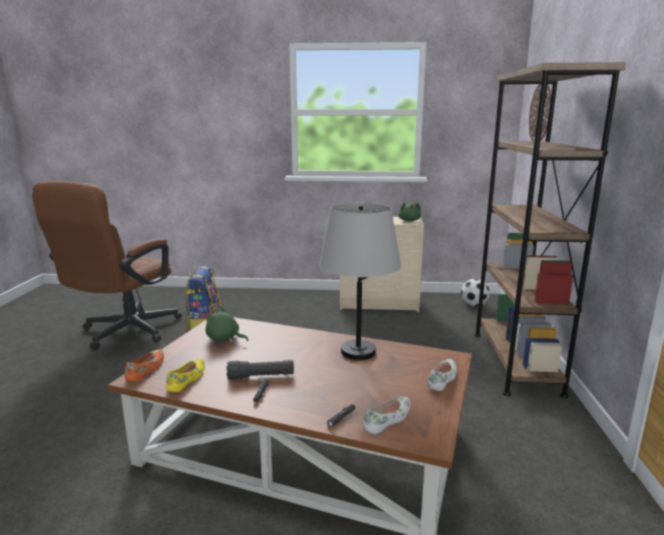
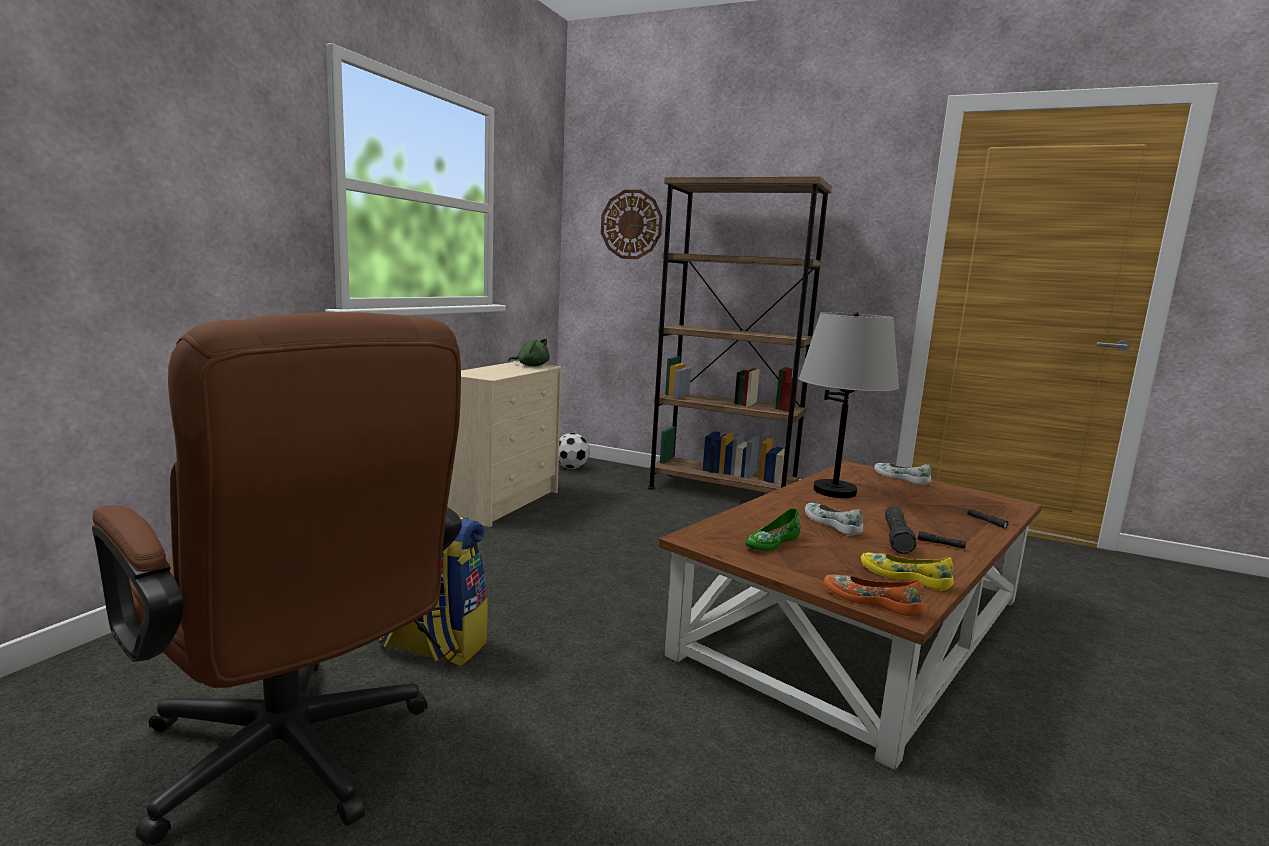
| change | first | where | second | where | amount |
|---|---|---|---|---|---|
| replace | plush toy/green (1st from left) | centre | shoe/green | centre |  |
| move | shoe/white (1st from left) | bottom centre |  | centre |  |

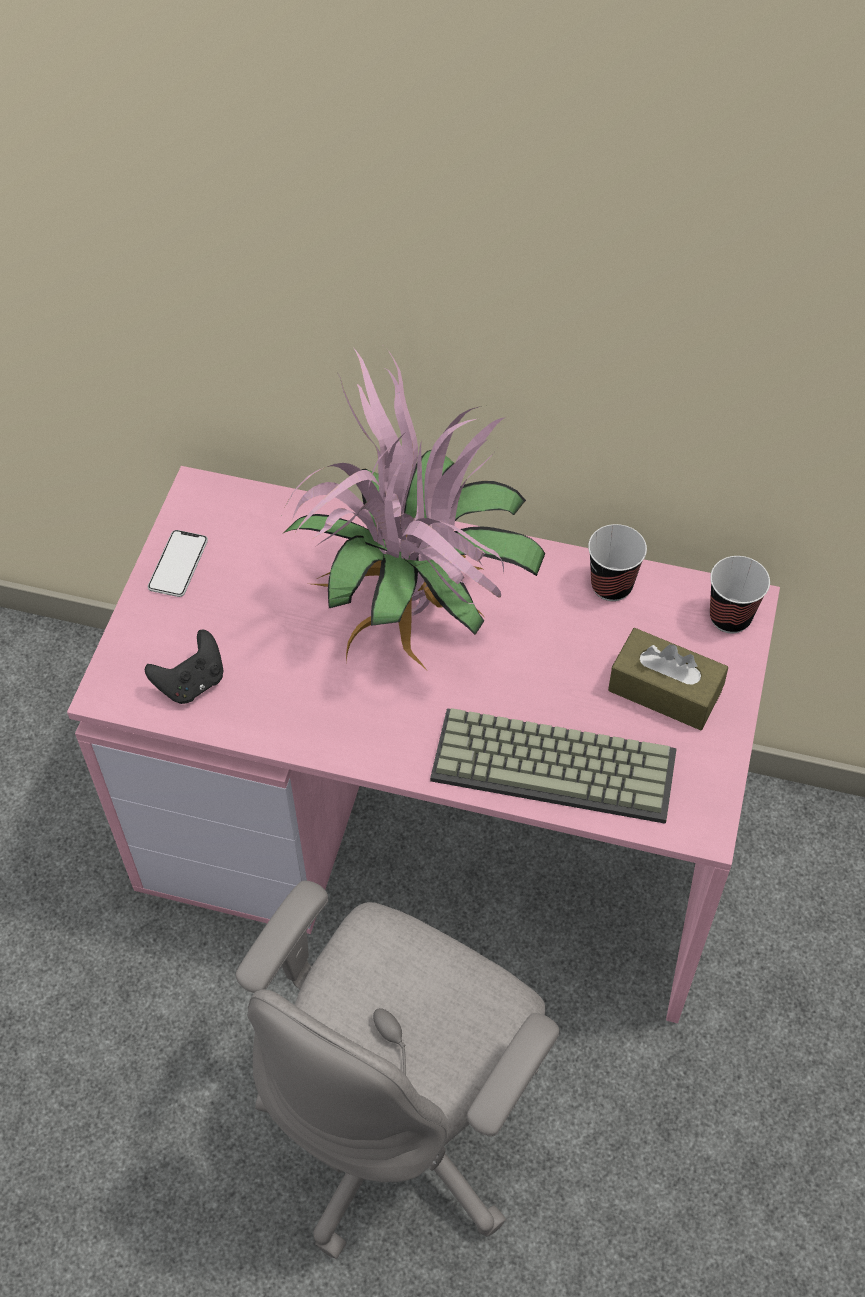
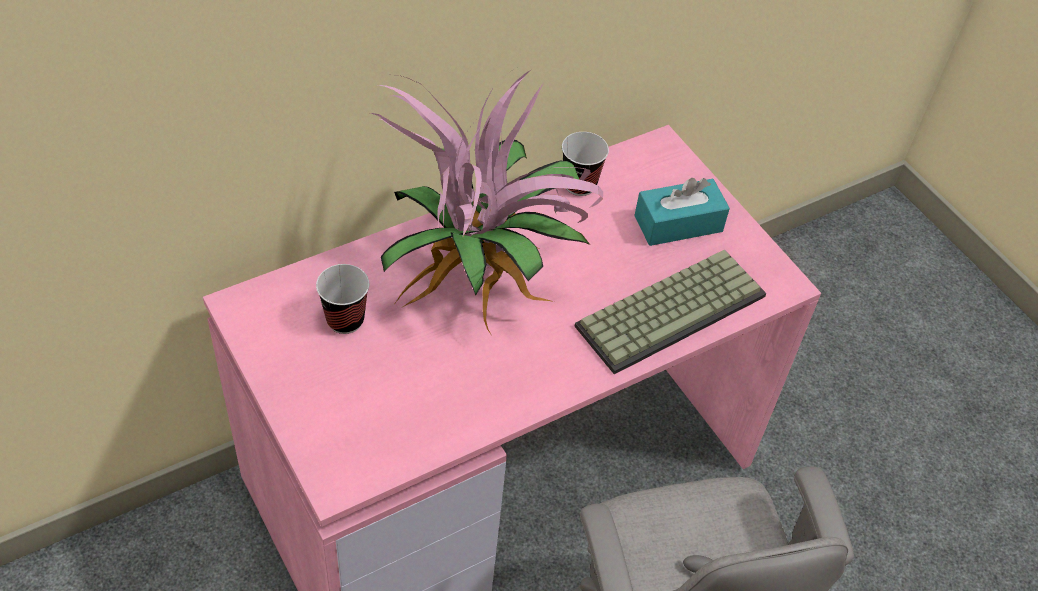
| change | first | where | second | where | amount |
|---|---|---|---|---|---|
| delete | phone | middle left |  |  |  |
| move | cup (2nd from left in the first image) | middle right | cup (1st from left) | middle left |  |
| recolor | tissue box/brown | middle right | tissue box/turquoise | centre |  |
| delete | game controller/black | middle left |  |  |  |

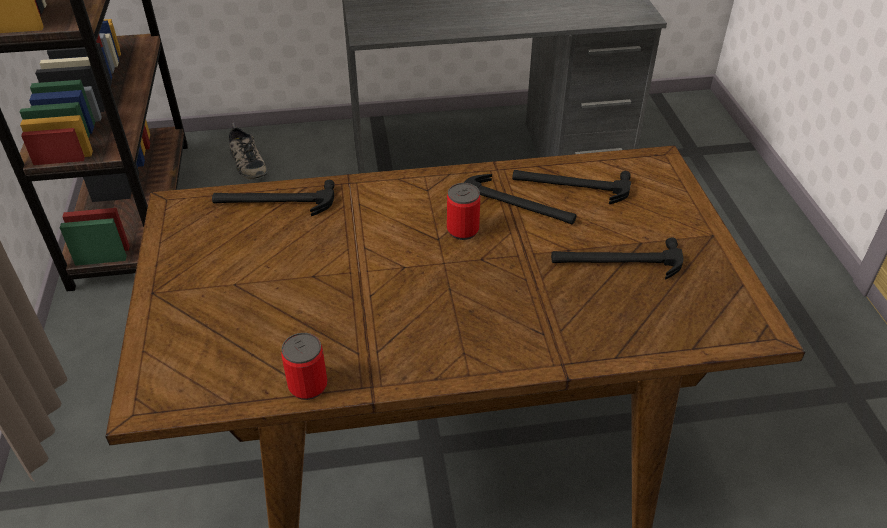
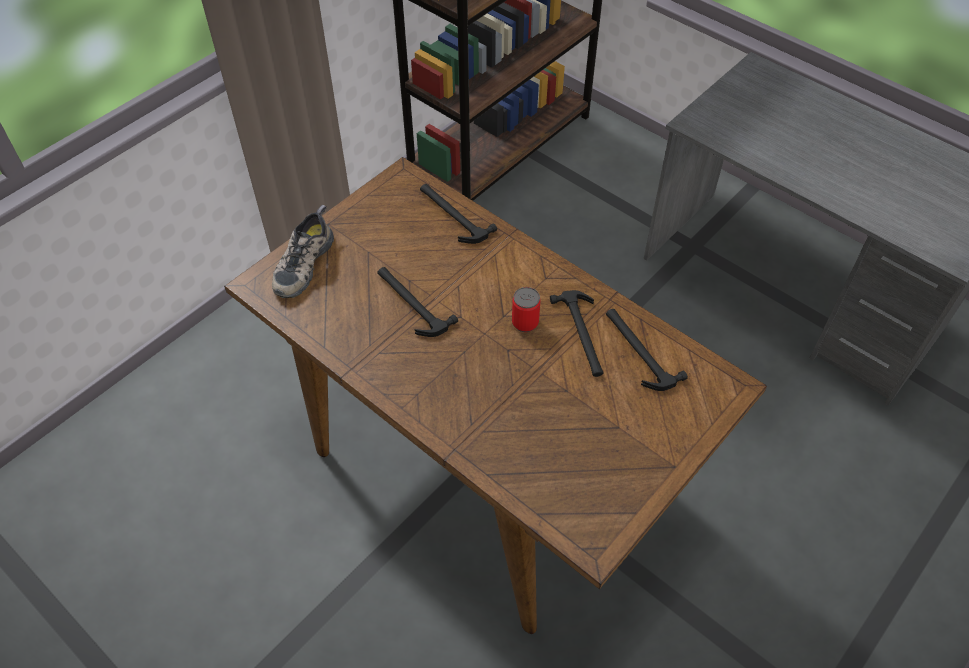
| change | first | where | second | where | amount |
|---|---|---|---|---|---|
| move | shoe | top left |  | middle left |  |
| move | hammer (4th from left in the first image) | middle right | hammer (1st from left) | centre |  |
| delete | can (1st from left) | bottom centre |  |  |  |

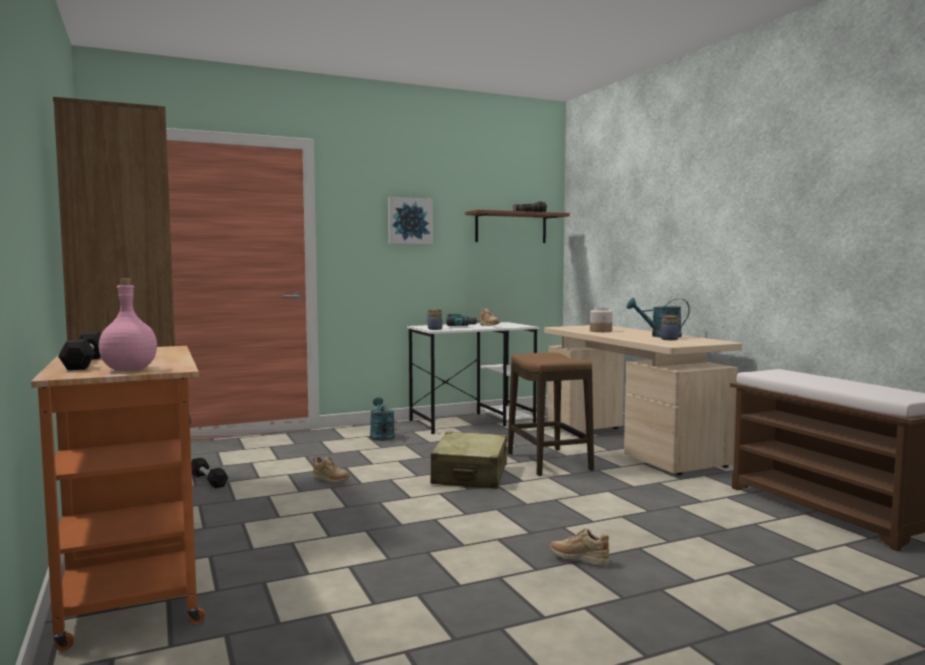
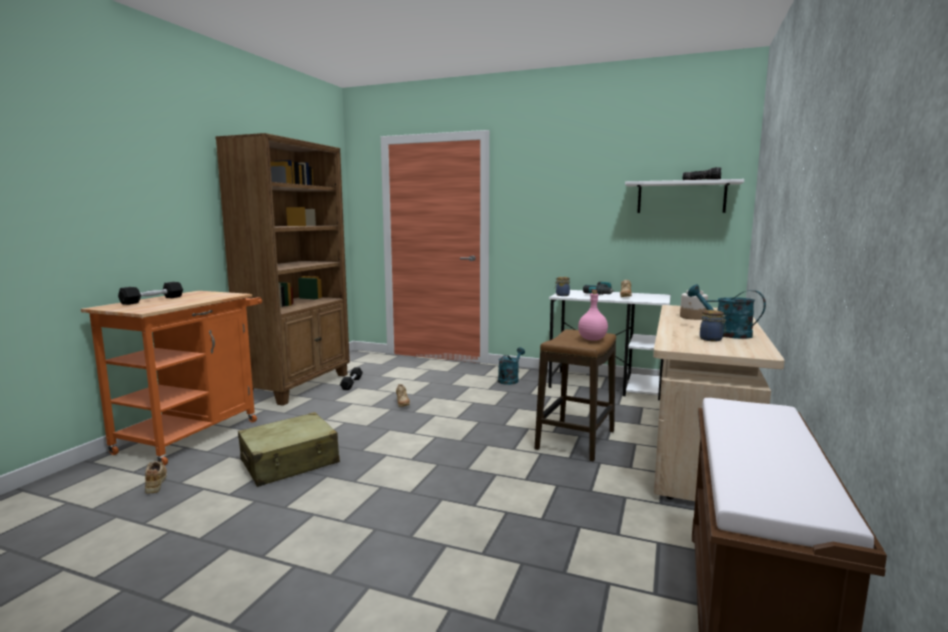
| change | first | where | second | where | amount |
|---|---|---|---|---|---|
| delete | picture | top centre |  |  |  |
| recolor | shelf/brown | centre | shelf/white | top right |  |
| move | bottle/pink | middle left |  | centre |  |
| move | suitcase/beige | bottom centre |  | bottom left |  |
| move | shoe/beige (3rd from left in the first image) | bottom centre | shoe/beige (1st from left) | bottom left |  |

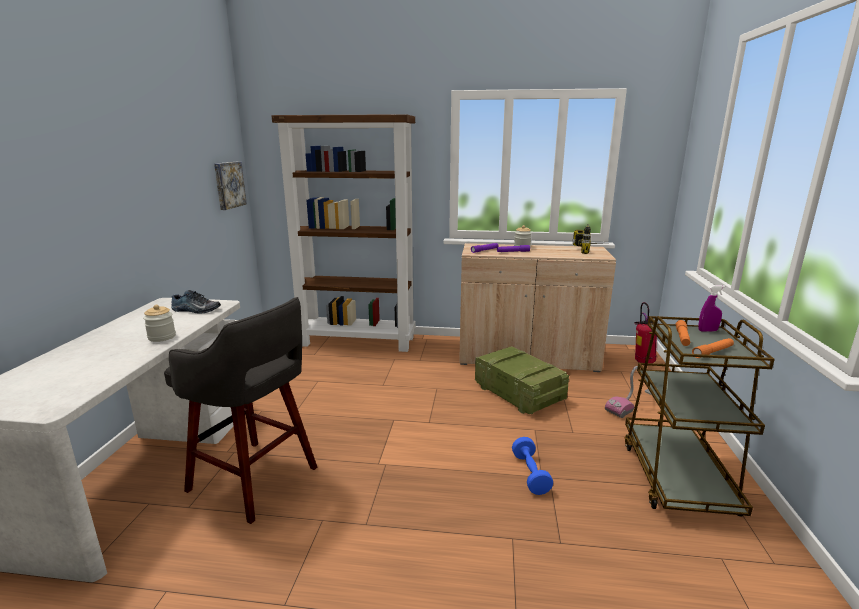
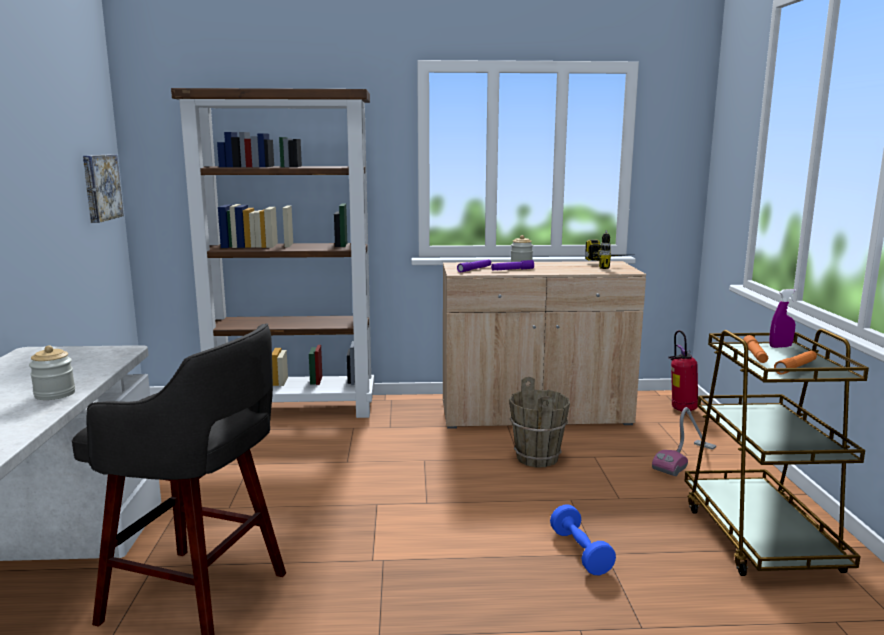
| change | first | where | second | where | amount |
|---|---|---|---|---|---|
| delete | shoe | middle left |  |  |  |
| replace | crate | centre | bucket/brown | centre |  |

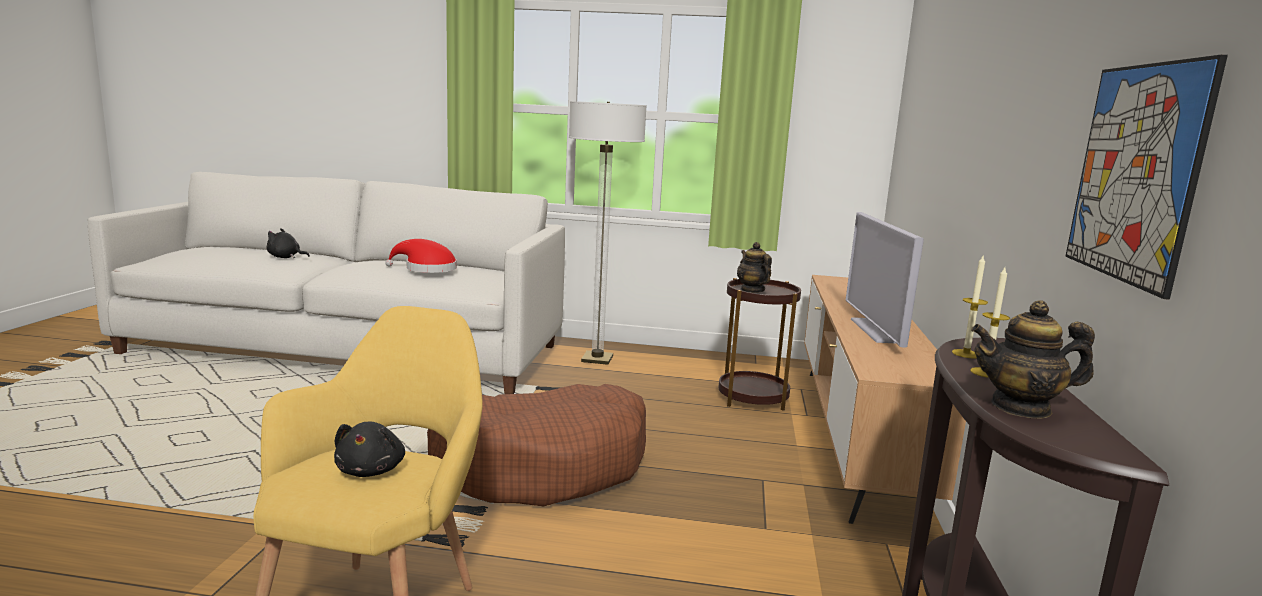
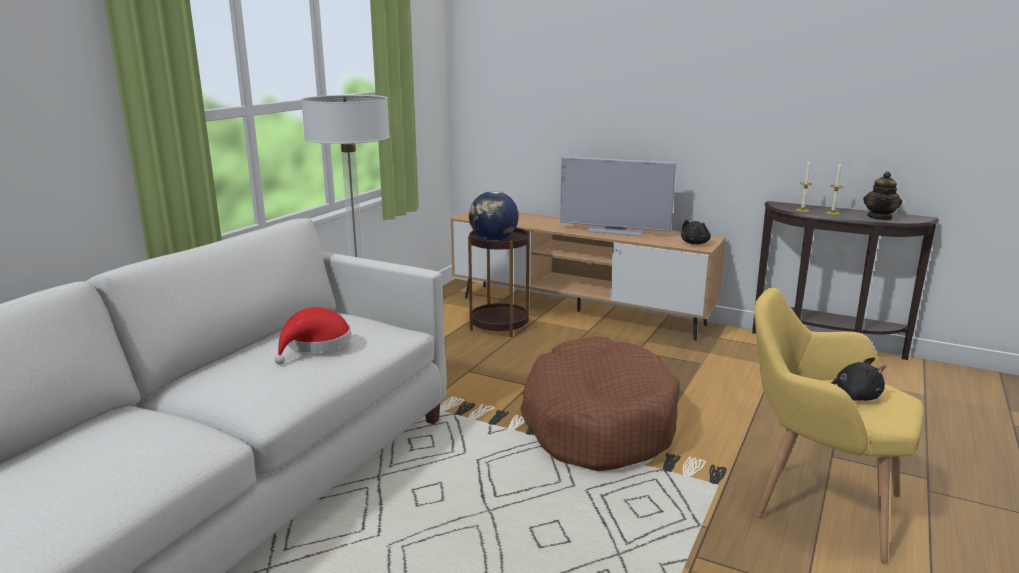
| change | first | where | second | where | amount |
|---|---|---|---|---|---|
| delete | picture | top right |  |  |  |
| move | plush toy/black (1st from left) | middle left |  | middle right |  |
| replace | teapot (1st from left) | centre | globe | centre |  |

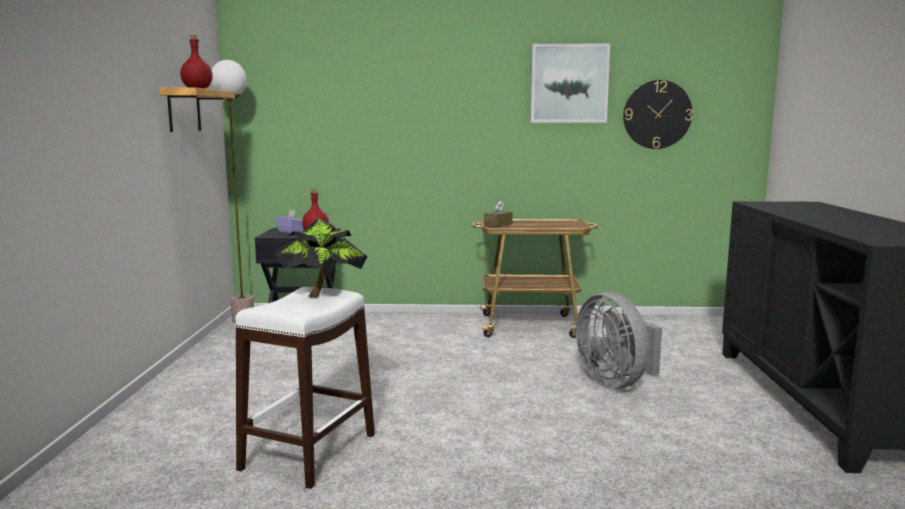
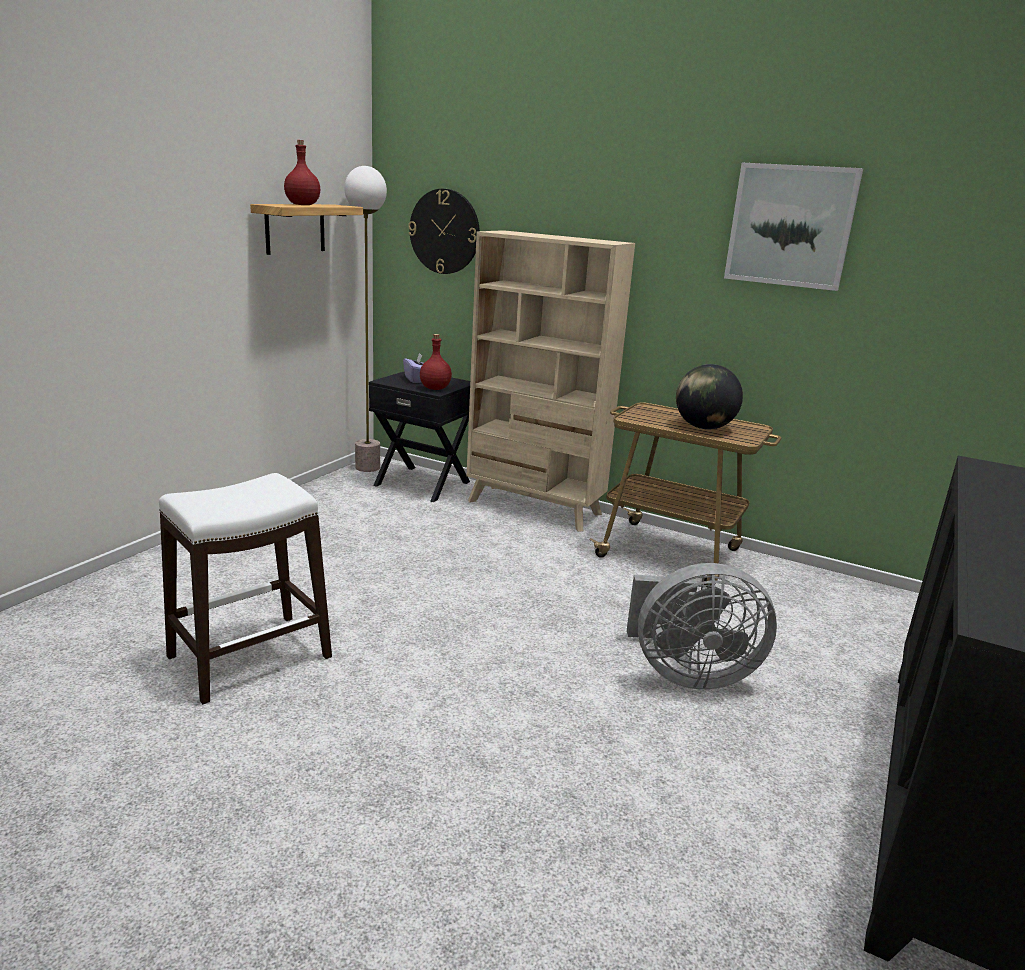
| change | first | where | second | where | amount |
|---|---|---|---|---|---|
| move | wall clock | top right |  | top centre |  |
| delete | tissue box/brown | centre |  |  |  |
| delete | potted plant | centre |  |  |  |
| rotate | fan/grey | bottom right |  | middle right | 90 degrees counterclockwise |
| insert |  |  | bookcase/beige | centre |  |
| insert |  |  | globe | middle right |  |

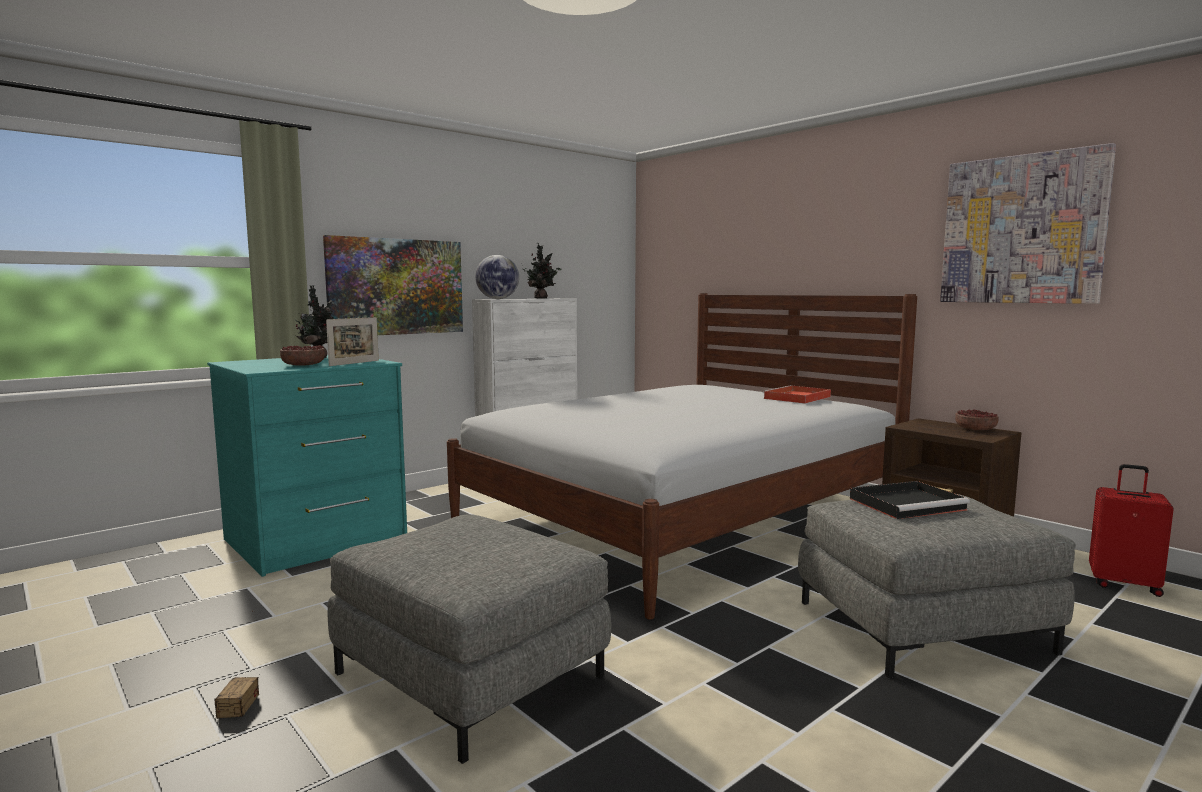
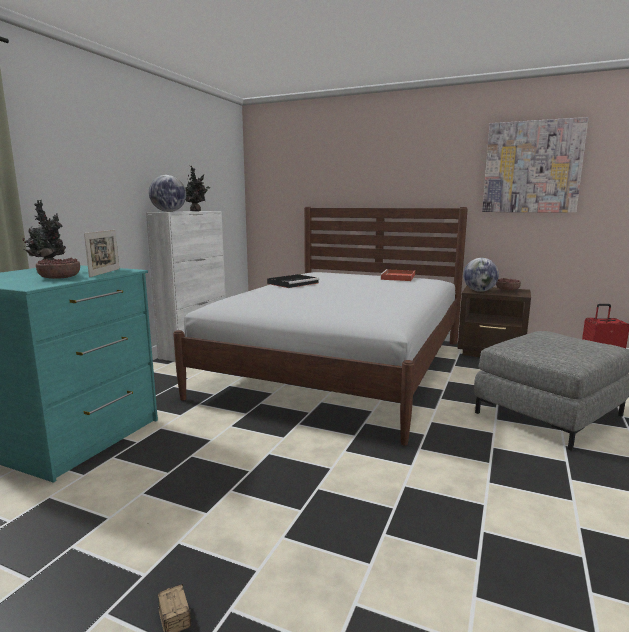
| change | first | where | second | where | amount |
|---|---|---|---|---|---|
| delete | picture (1st from left) | middle left |  |  |  |
| move | tray/black | middle right |  | centre |  |
| delete | ottoman/grey (1st from left) | bottom centre |  |  |  |
| insert |  |  | globe (2nd from left) | middle right |  |

